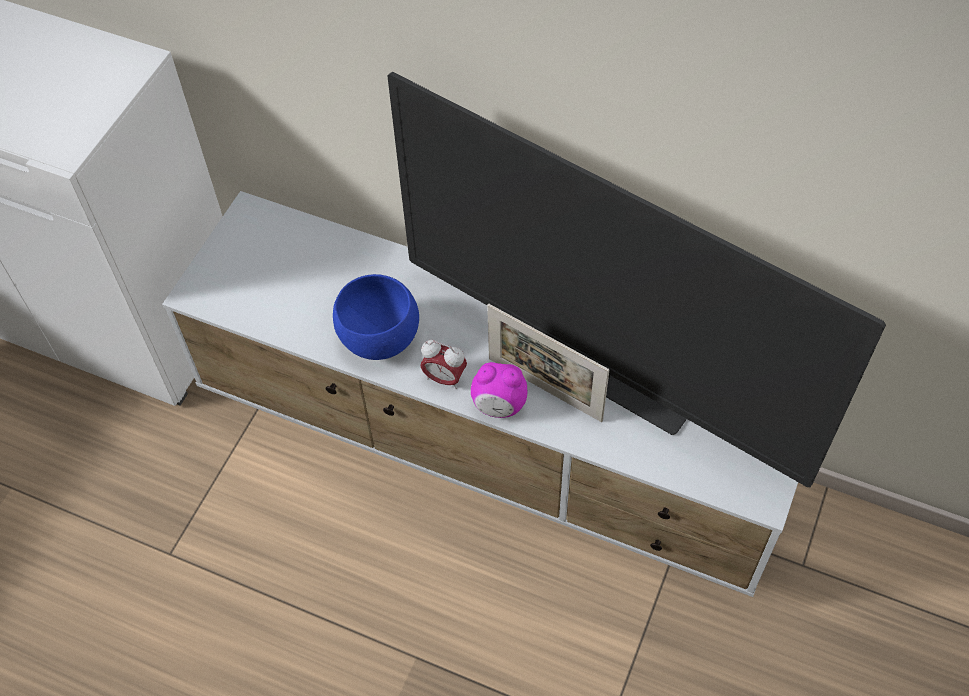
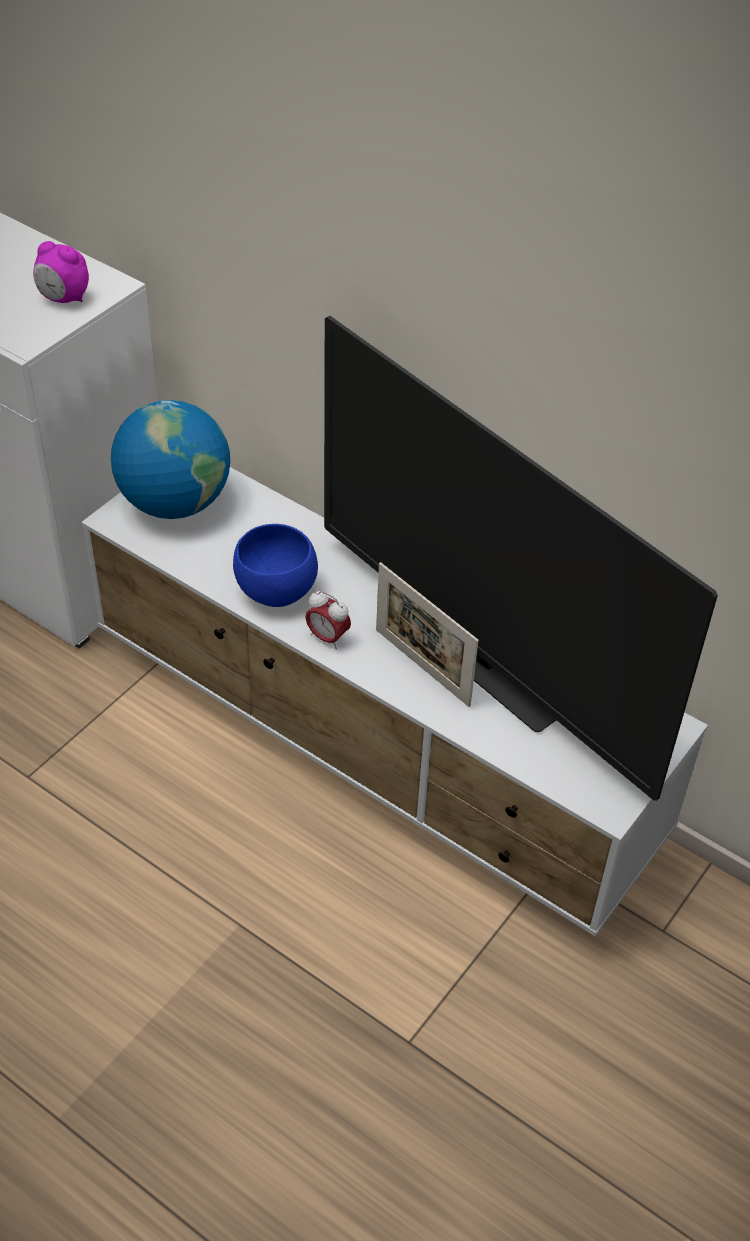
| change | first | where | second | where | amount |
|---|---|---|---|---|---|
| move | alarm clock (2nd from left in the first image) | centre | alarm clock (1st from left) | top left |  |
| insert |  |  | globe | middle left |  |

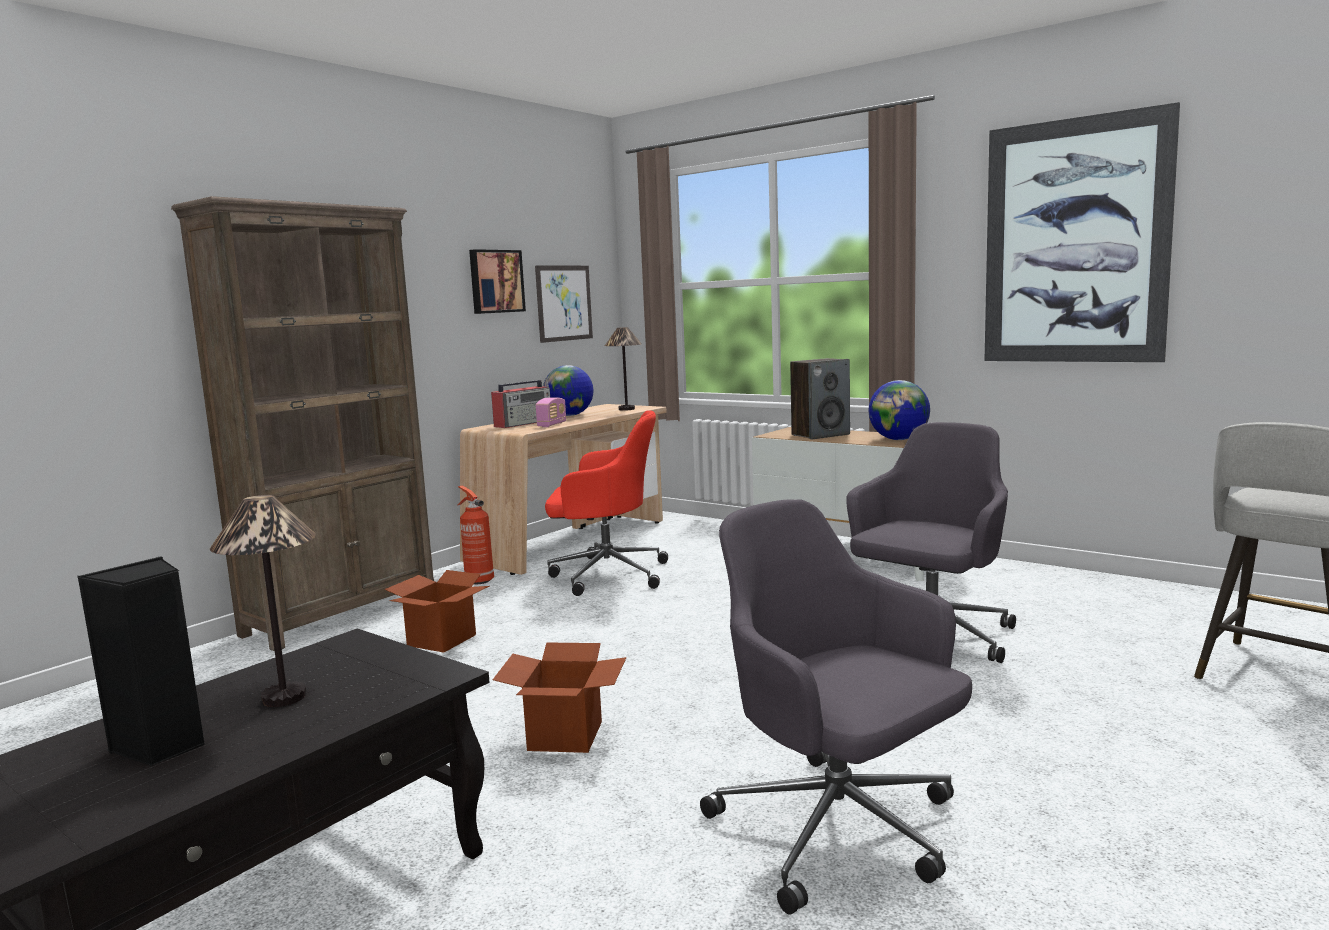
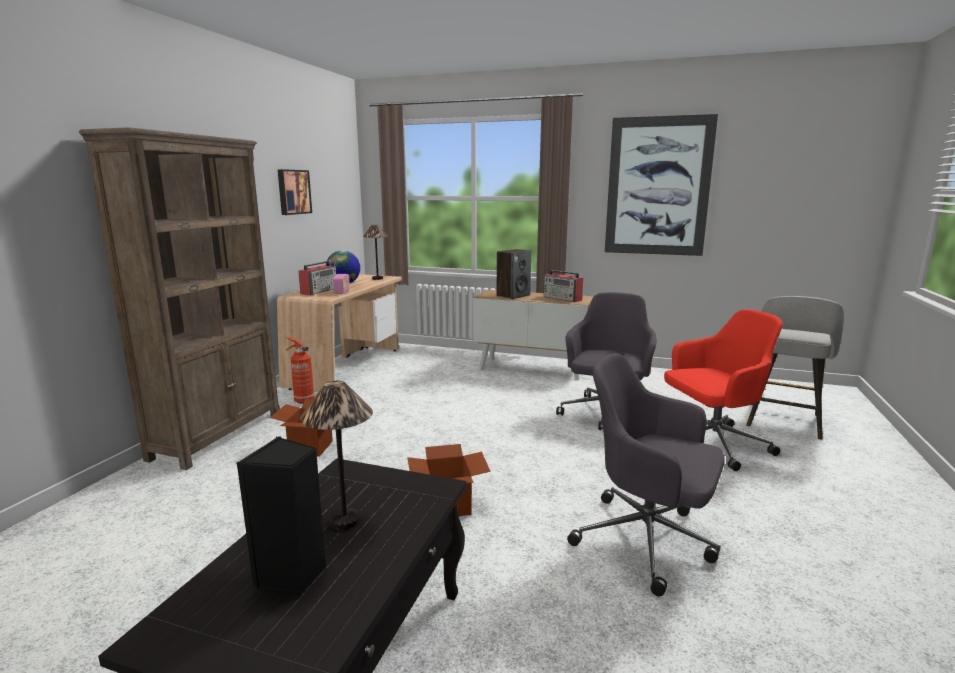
| change | first | where | second | where | amount |
|---|---|---|---|---|---|
| delete | picture (2nd from left) | top centre |  |  |  |
| replace | globe (2nd from left) | middle right | radio (3rd from left) | centre |  |
| move | office chair/red | centre |  | middle right |  |

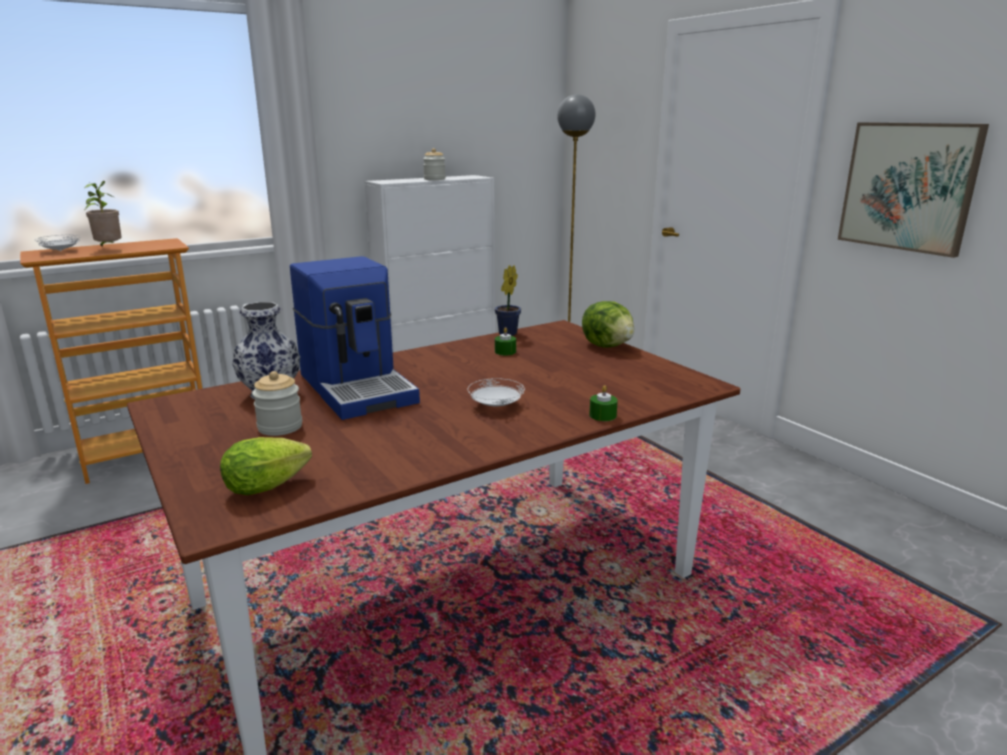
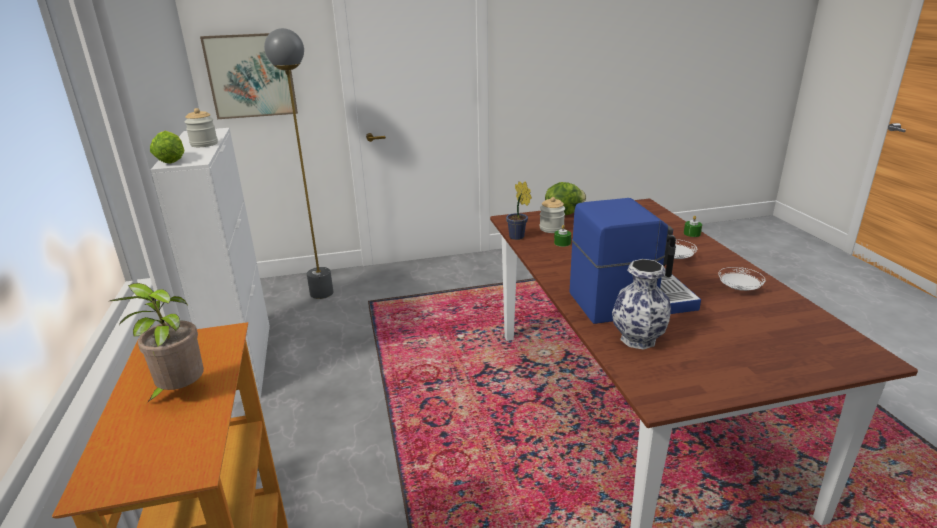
| change | first | where | second | where | amount |
|---|---|---|---|---|---|
| move | picture | top right |  | top left |  |
| move | plate/white (1st from left in the first image) | top left | plate/white (2nd from left) | middle right |  |
| move | jar (1st from left in the first image) | middle left | jar (2nd from left) | centre |  |
| move | lettuce (1st from left) | middle left |  | top left |  |

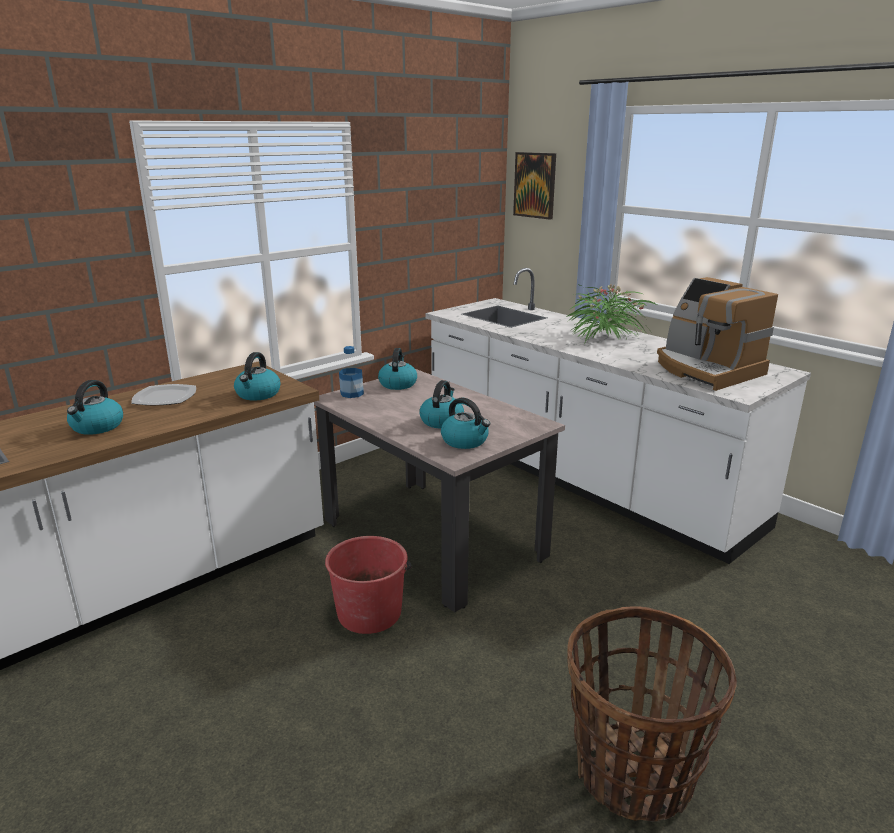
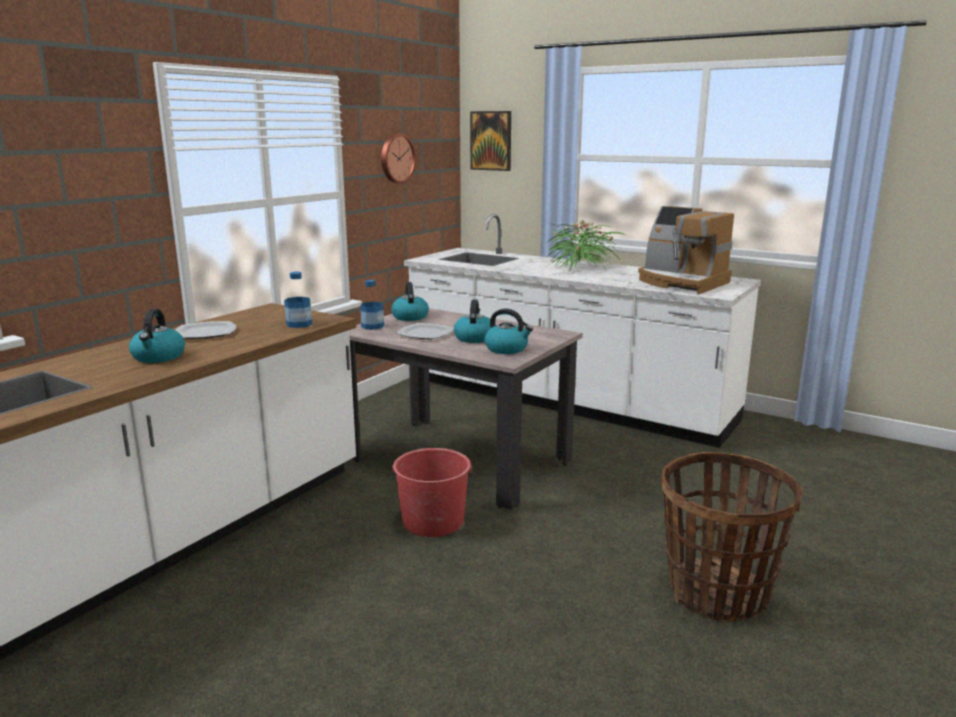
| change | first | where | second | where | amount |
|---|---|---|---|---|---|
| replace | kettle (2nd from left) | middle left | bottle (1st from left) | middle left |  |
| insert |  |  | wall clock | top centre |  |
| insert |  |  | plate (2nd from left) | centre |  |

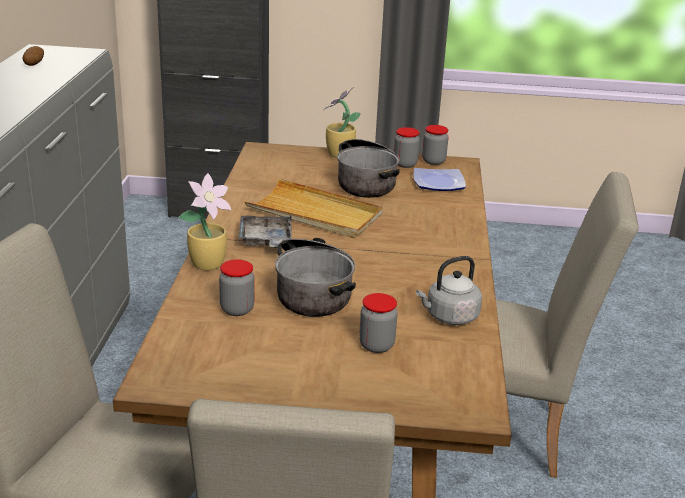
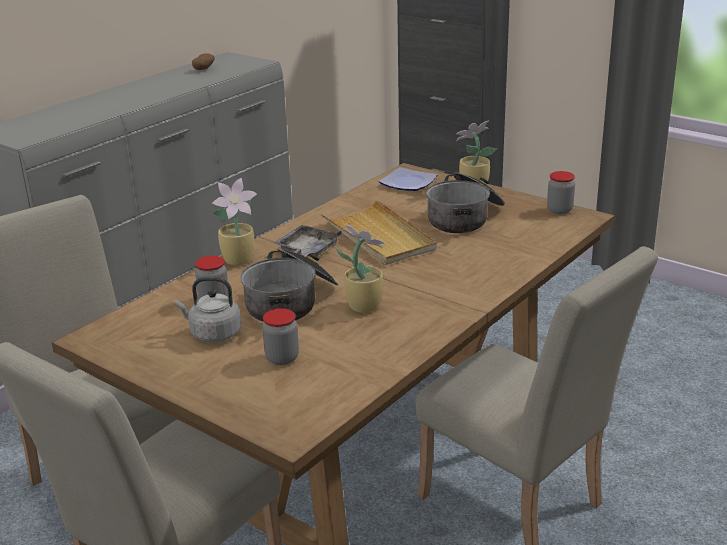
| change | first | where | second | where | amount |
|---|---|---|---|---|---|
| delete | jar (3rd from left) | top centre |  |  |  |
| move | plate | centre |  | top centre |  |
| move | kettle/grey | centre |  | middle left |  |
| insert |  |  | potted plant (2nd from left) | centre |  |

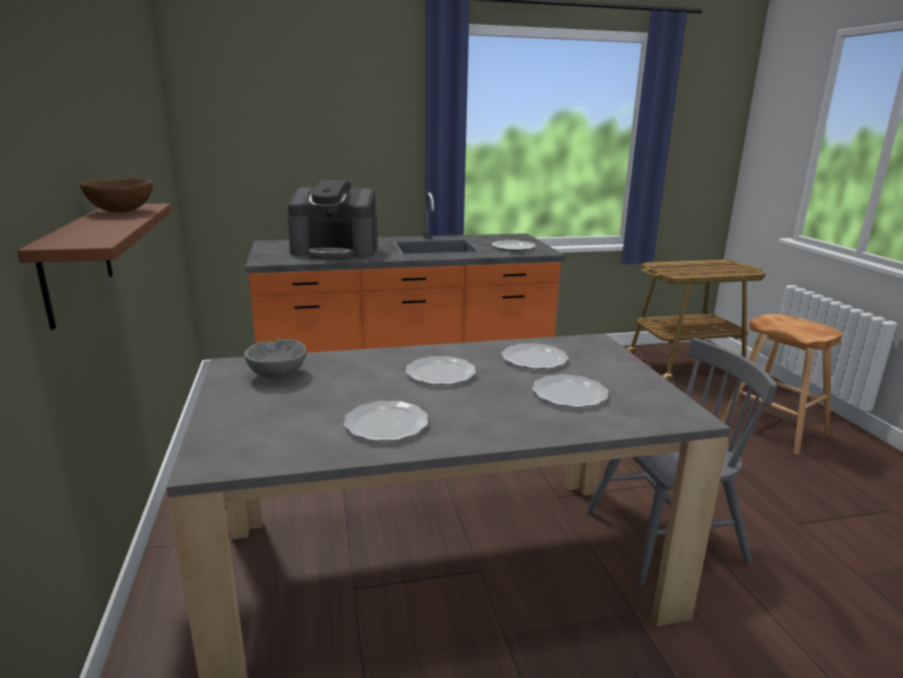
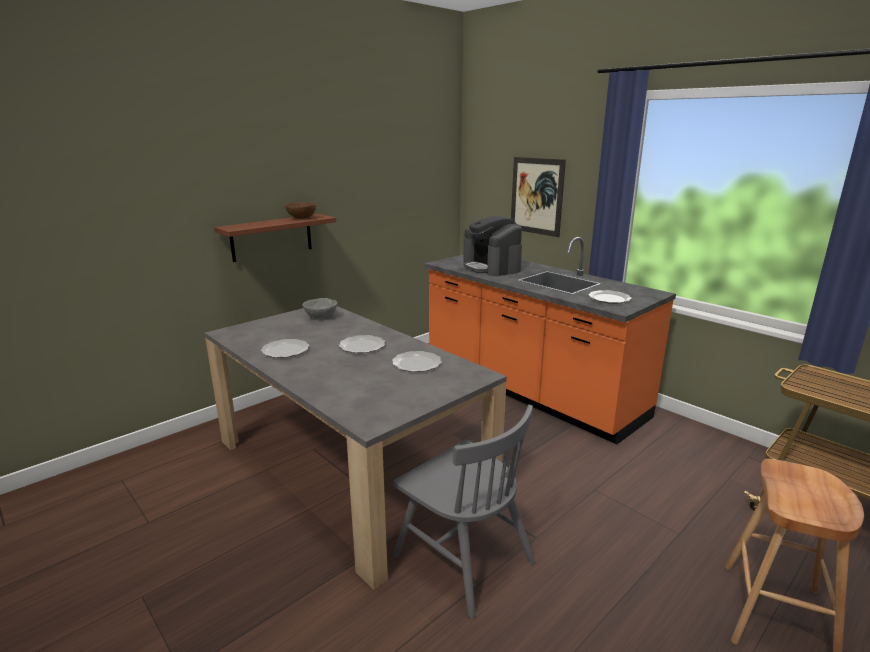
| change | first | where | second | where | amount |
|---|---|---|---|---|---|
| delete | plate (5th from left) | centre |  |  |  |
| insert |  |  | picture | top centre |  |

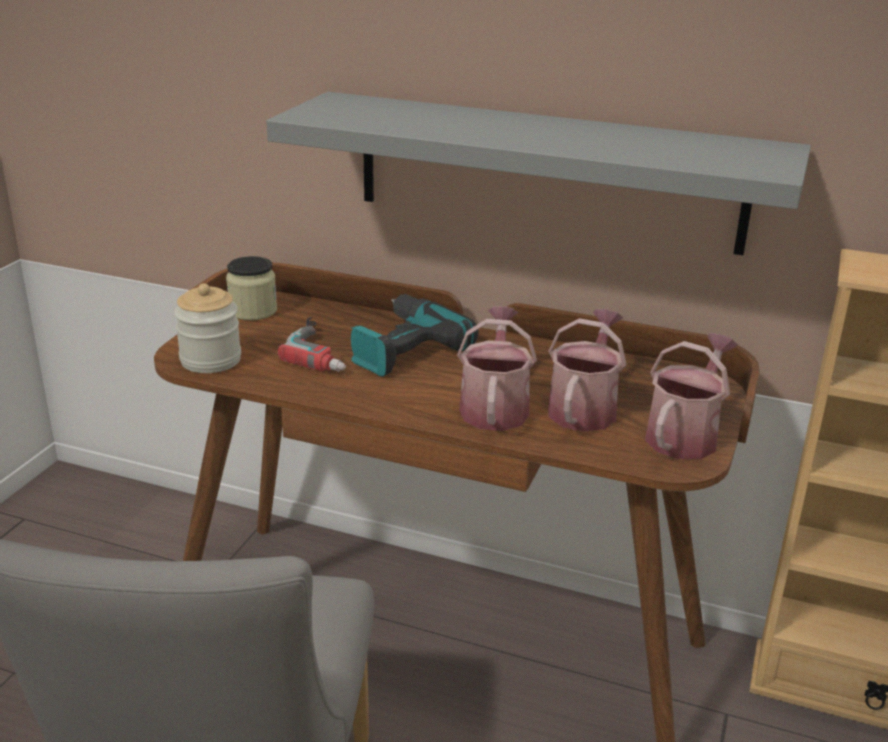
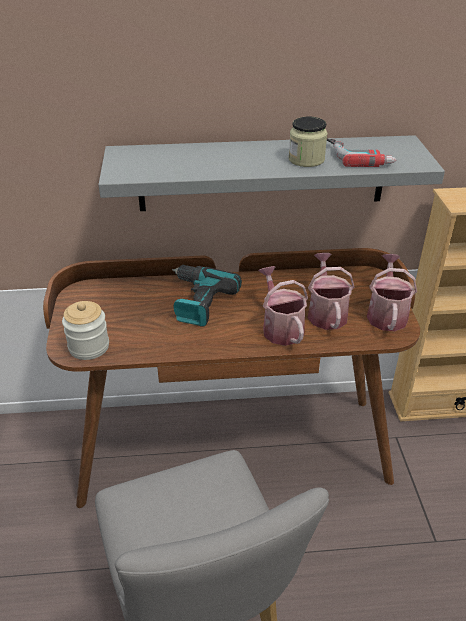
| change | first | where | second | where | amount |
|---|---|---|---|---|---|
| move | jar (2nd from left) | middle left |  | top centre |  |
| move | power drill (1st from left in the first image) | centre | power drill (2nd from left) | top right |  |

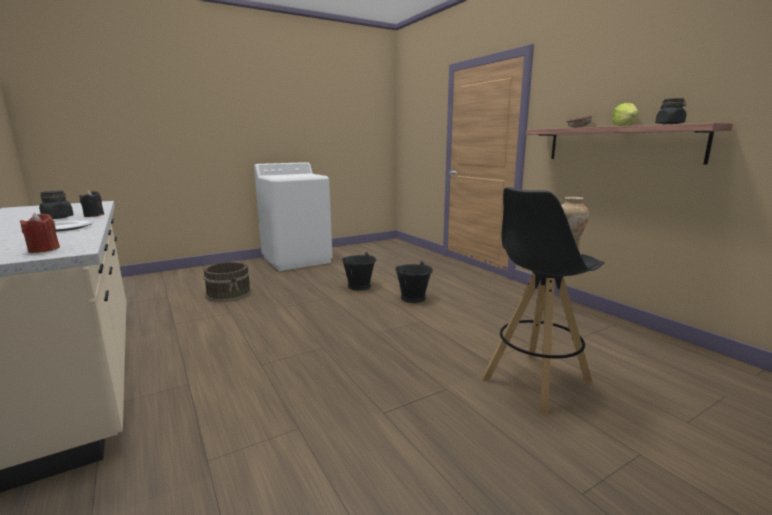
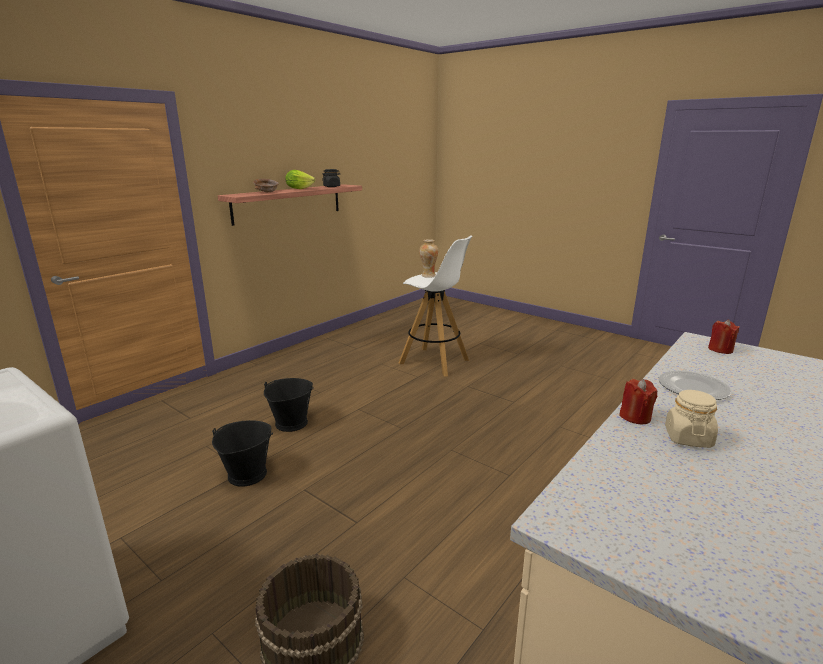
| change | first | where | second | where | amount |
|---|---|---|---|---|---|
| recolor | stool/black | middle right | stool/white | centre |  |
| recolor | candle/black | middle left | candle/red (1st from left) | middle right |  |
| recolor | jar/black (1st from left) | middle left | jar/beige | middle right |  |

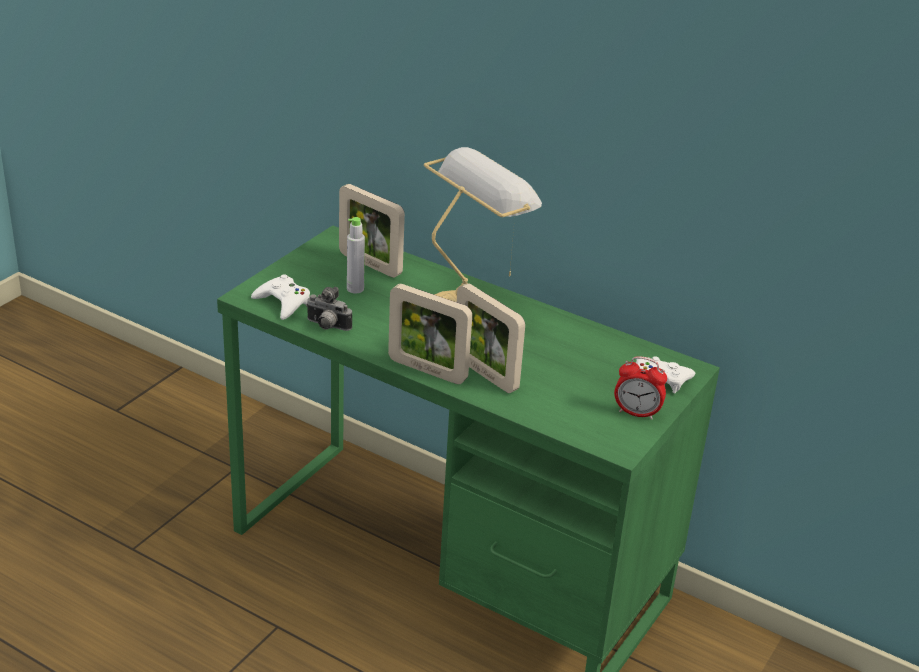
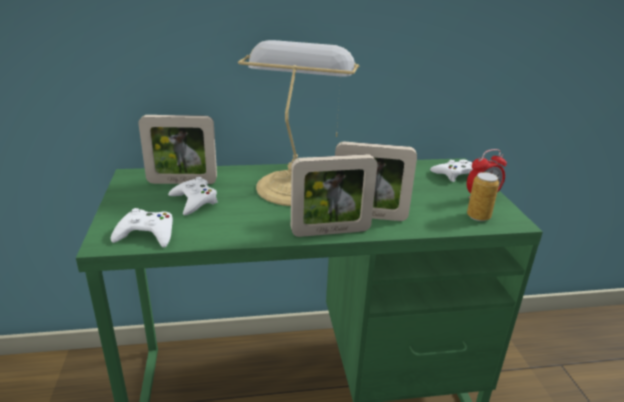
| change | first | where | second | where | amount |
|---|---|---|---|---|---|
| replace | bottle/grey | centre | game controller/white (2nd from left) | middle left |  |
| delete | photo camera | centre |  |  |  |
| insert |  |  | can | middle right |  |

